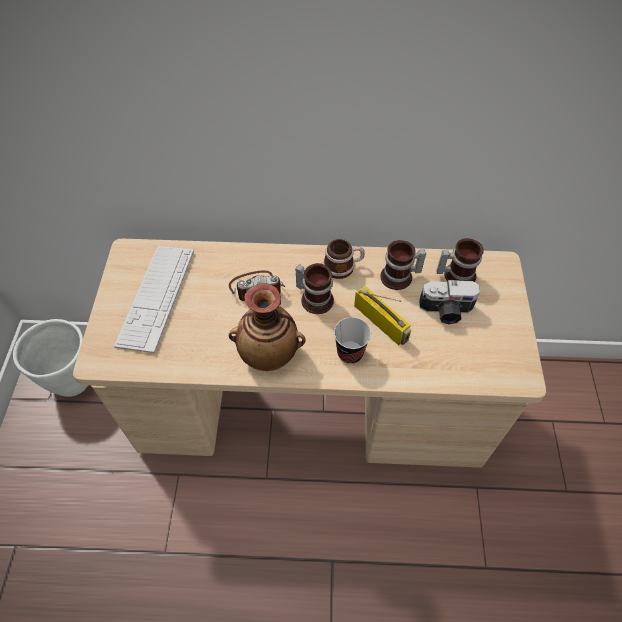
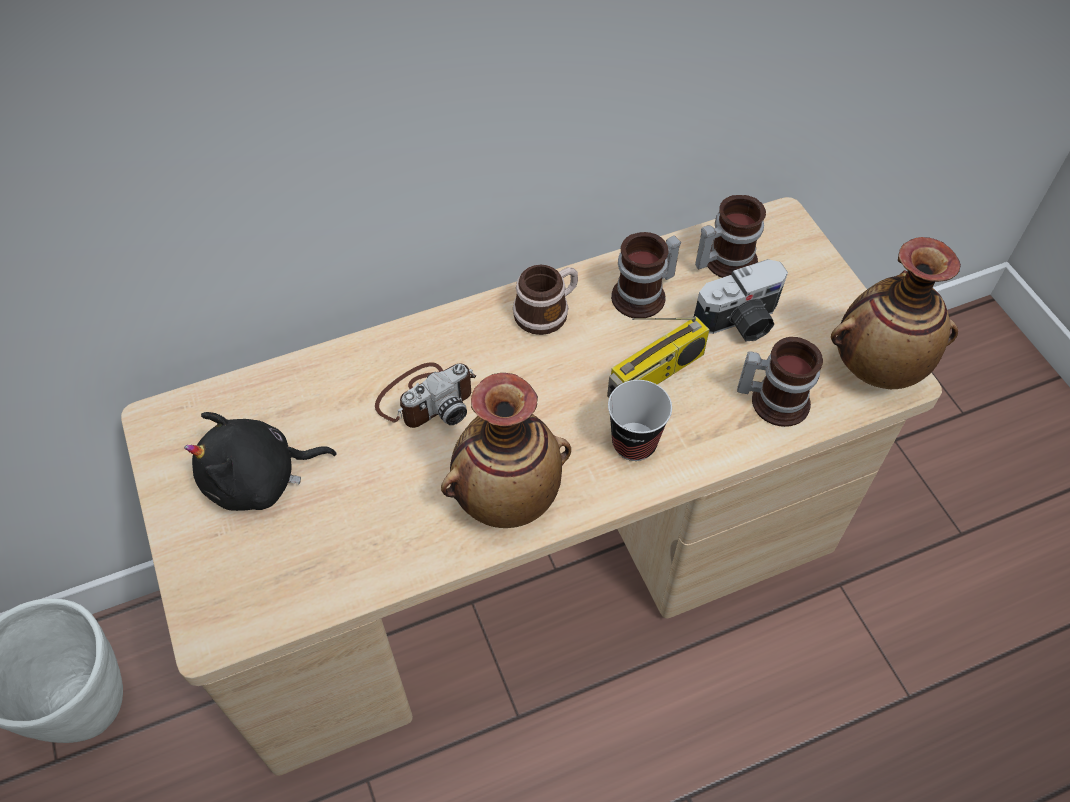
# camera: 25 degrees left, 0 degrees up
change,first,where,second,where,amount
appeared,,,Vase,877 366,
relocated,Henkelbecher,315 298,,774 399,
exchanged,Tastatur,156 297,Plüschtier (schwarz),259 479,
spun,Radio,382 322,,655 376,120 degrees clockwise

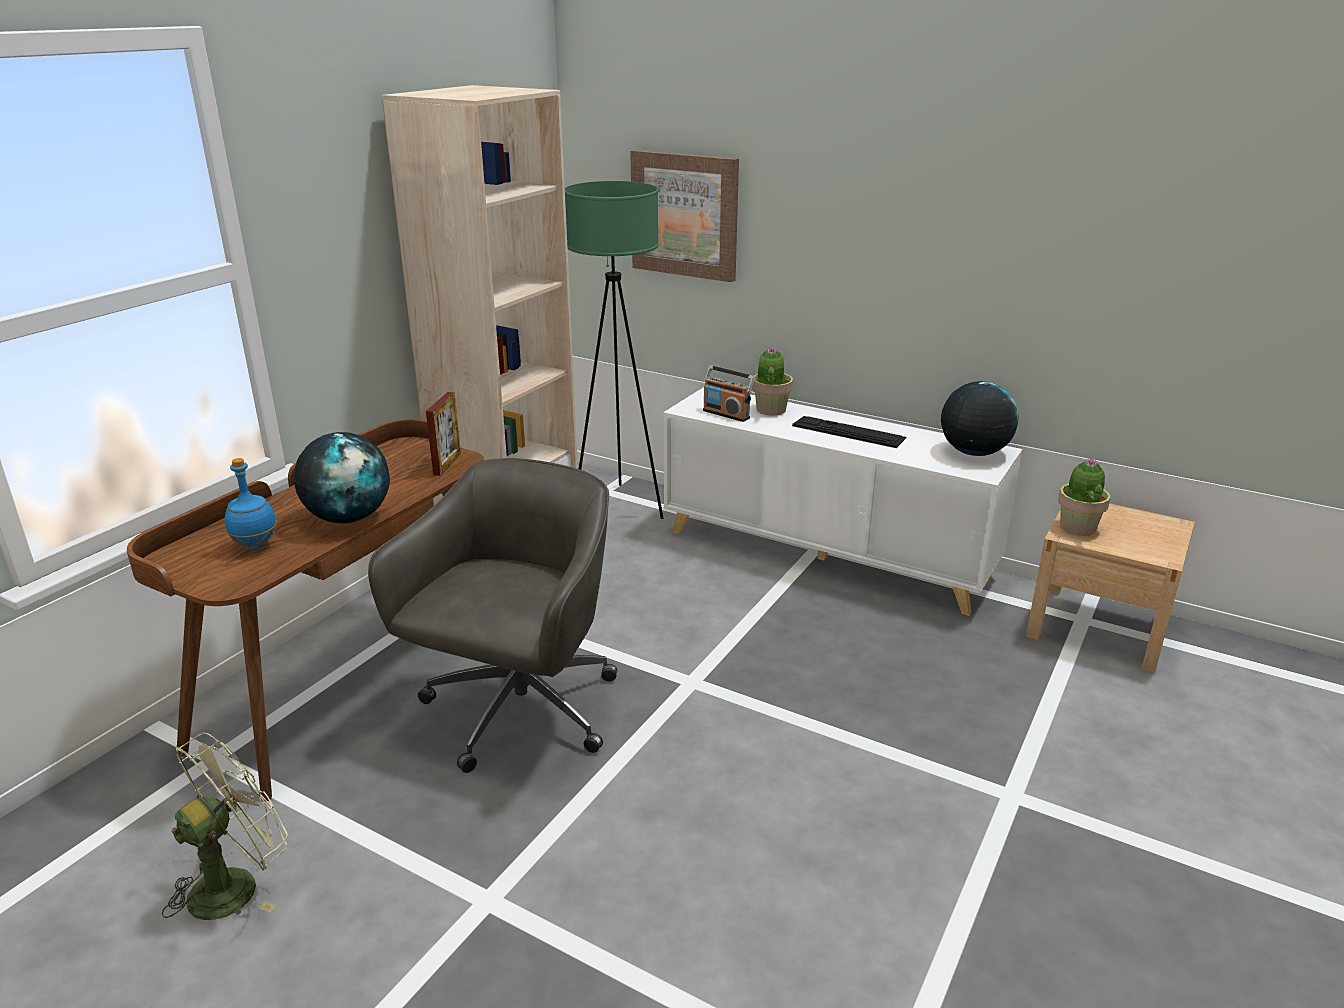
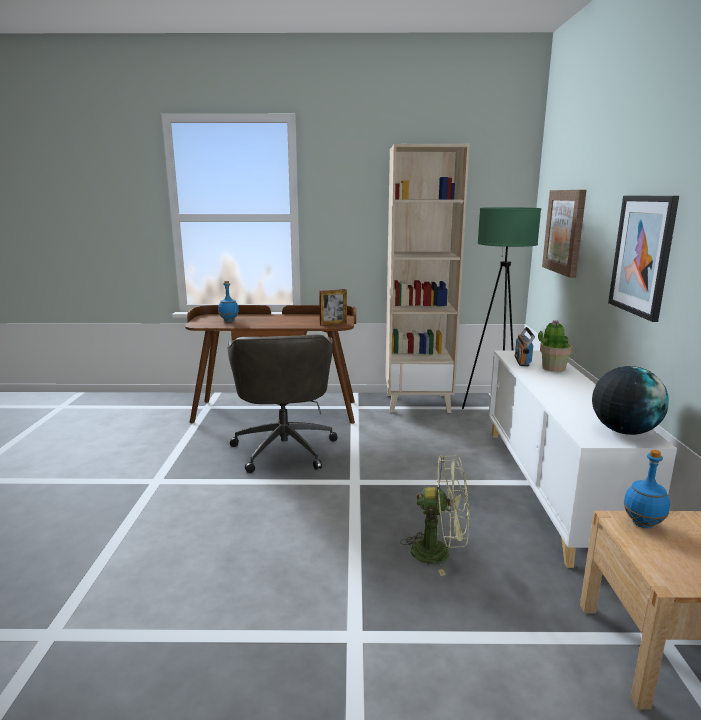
# camera: 60 degrees right, 10 degrees down
change,first,where,second,where,amount
missing,Globus,349 518,,,
missing,Tastatur,848 432,,,
appeared,,,Bild,642 255,
relocated,Ventilator (grün),235 884,,439 552,
exchanged,Topfpflanze,1077 528,Flasche (blau),643 523,
spun,Bürostuhl (grau),518 712,,284 447,90 degrees clockwise

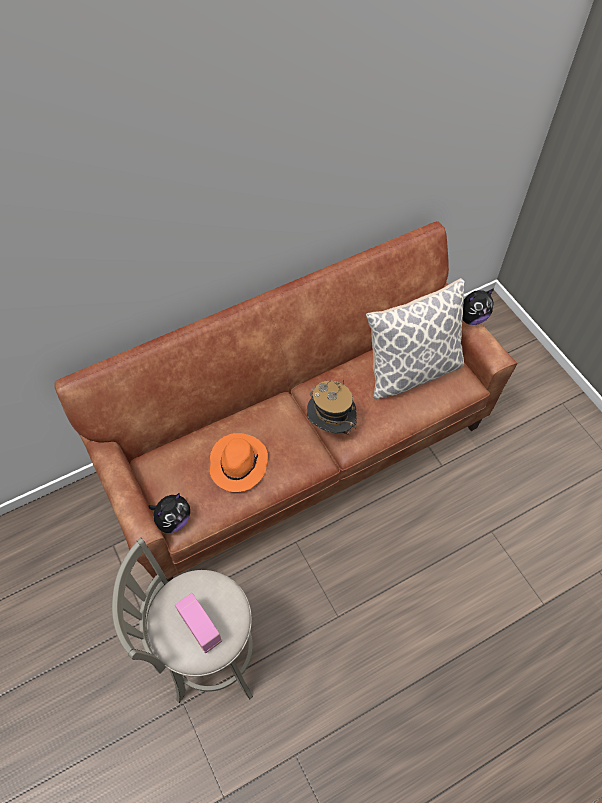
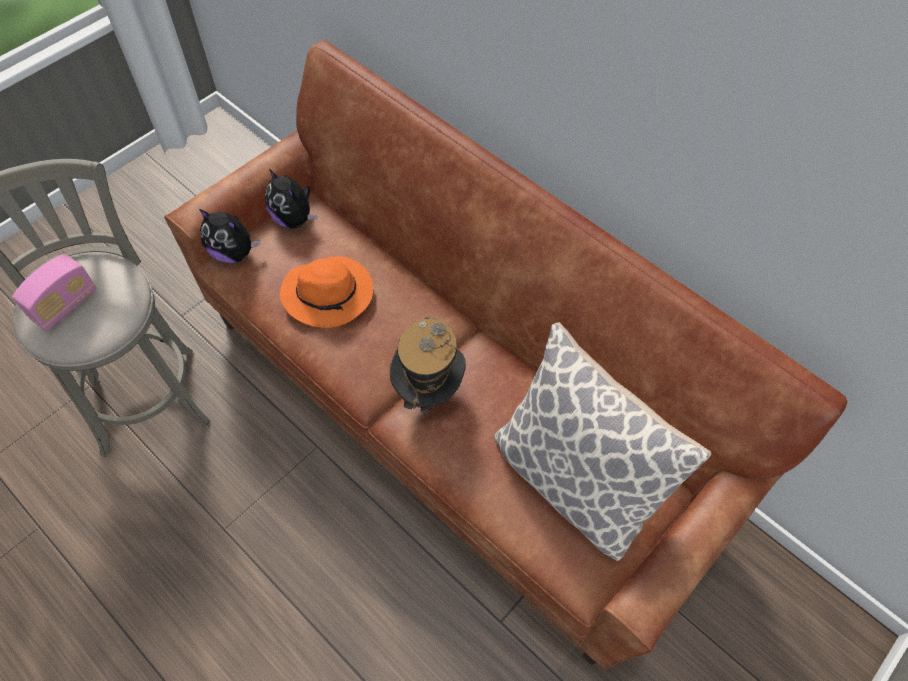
# camera: 70 degrees right, 0 degrees up
change,first,where,second,where,amount
relocated,Plüschtier,471 318,,294 219,

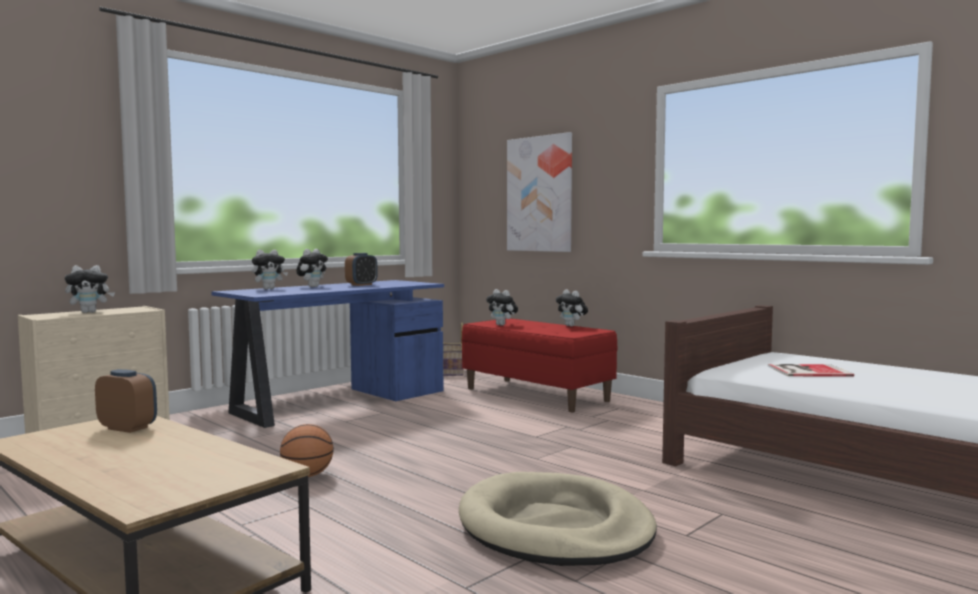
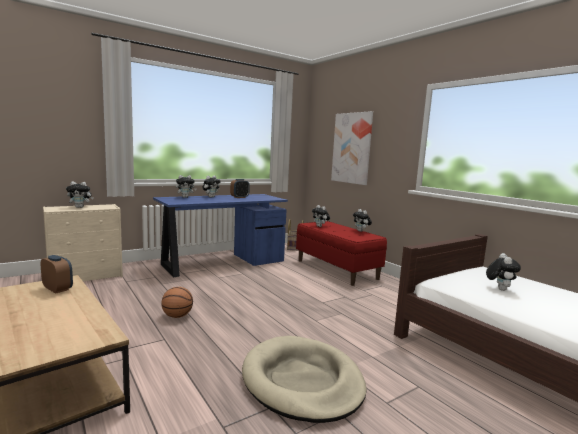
# camera: 10 degrees right, 5 degrees up
change,first,where,second,where,amount
exchanged,Buch,806 370,Plüschtier,499 289,

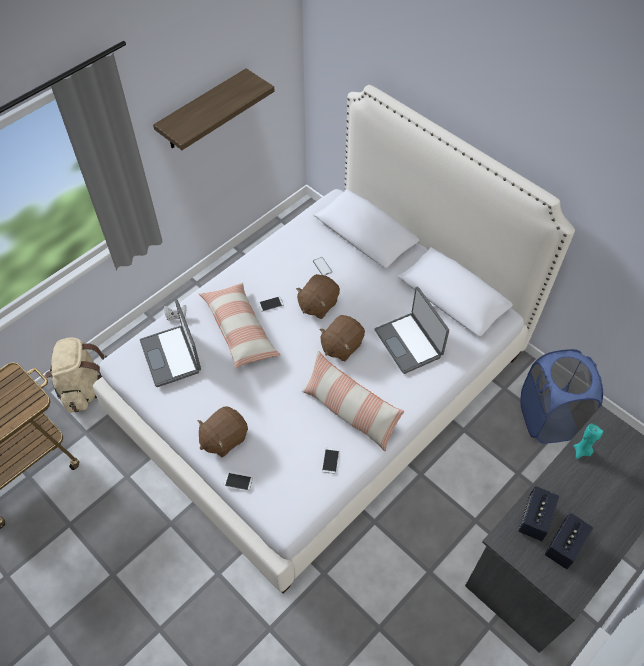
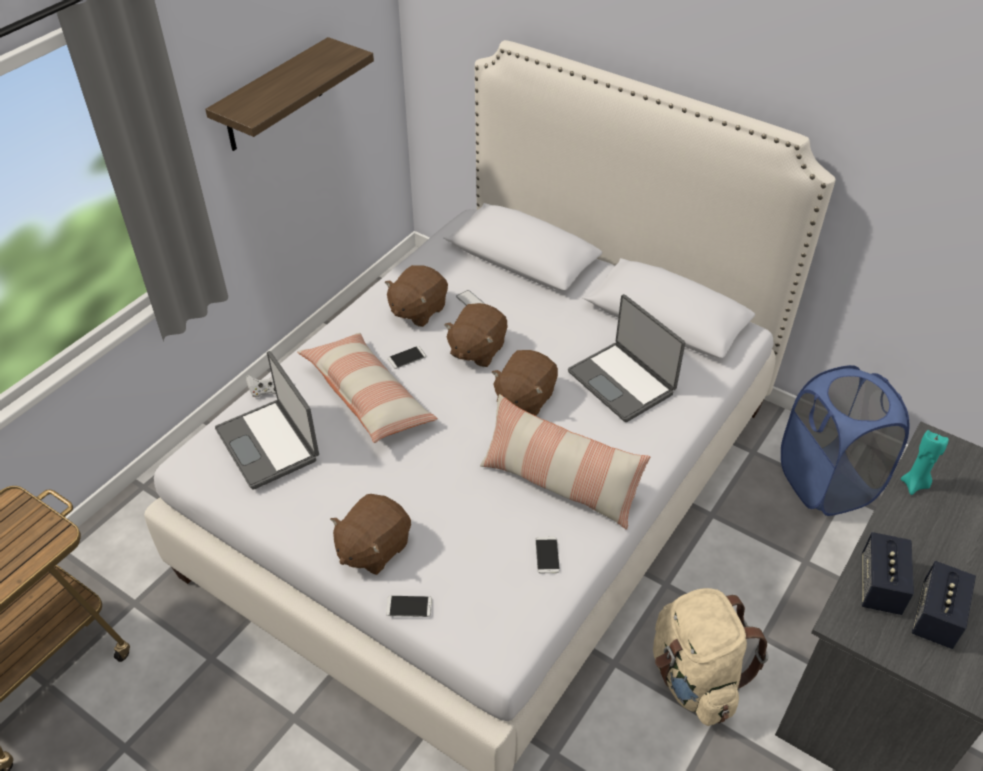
# camera: 10 degrees left, 10 degrees down
change,first,where,second,where,amount
appeared,,,Plüschtier (braun),417 310,
relocated,Rucksack (beige),83 388,,694 678,

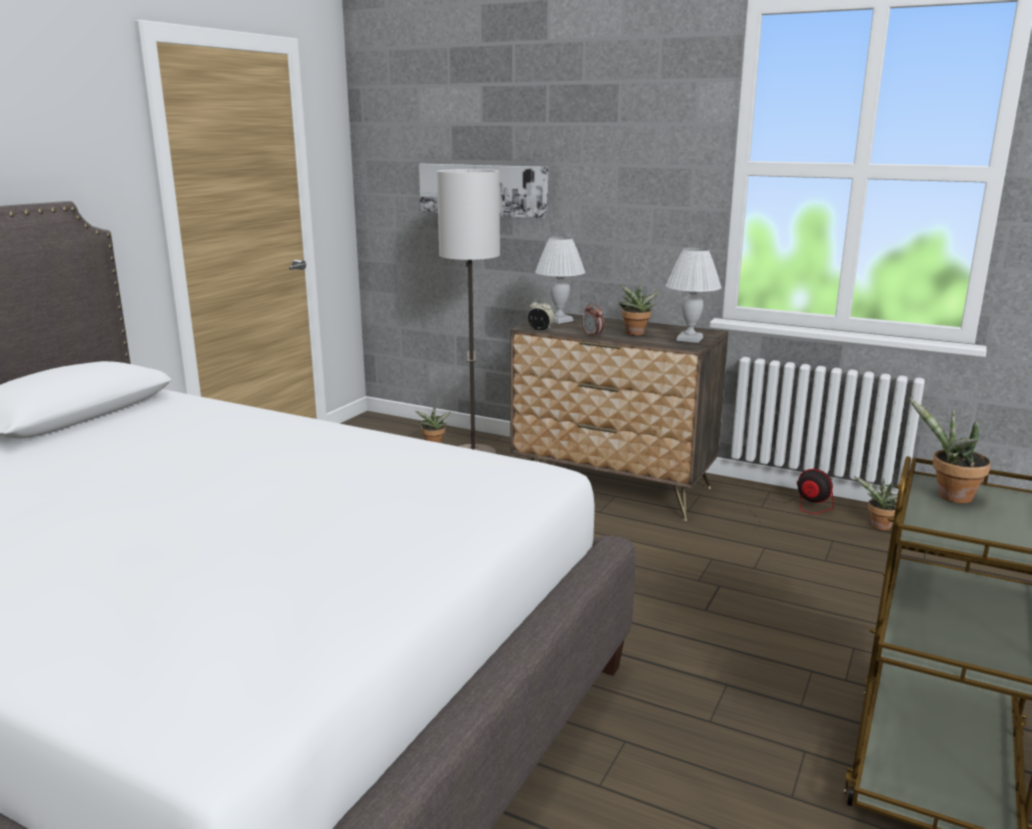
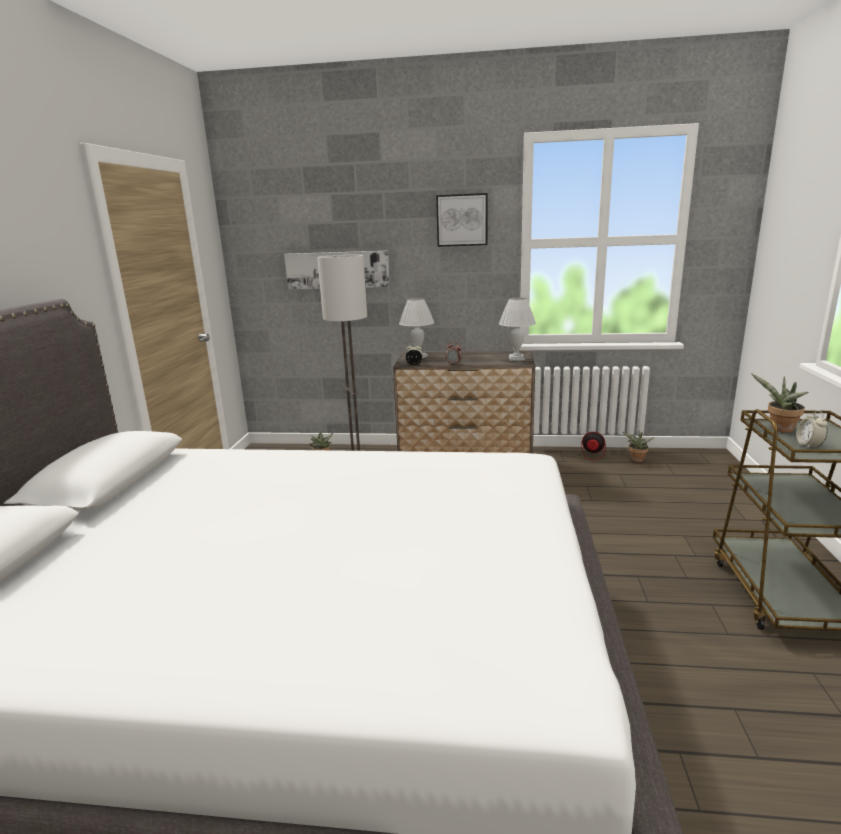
# camera: 20 degrees left, 0 degrees up
change,first,where,second,where,amount
missing,Topfpflanze,635 334,,,
appeared,,,Bild,462 220,
appeared,,,Wecker,808 445,

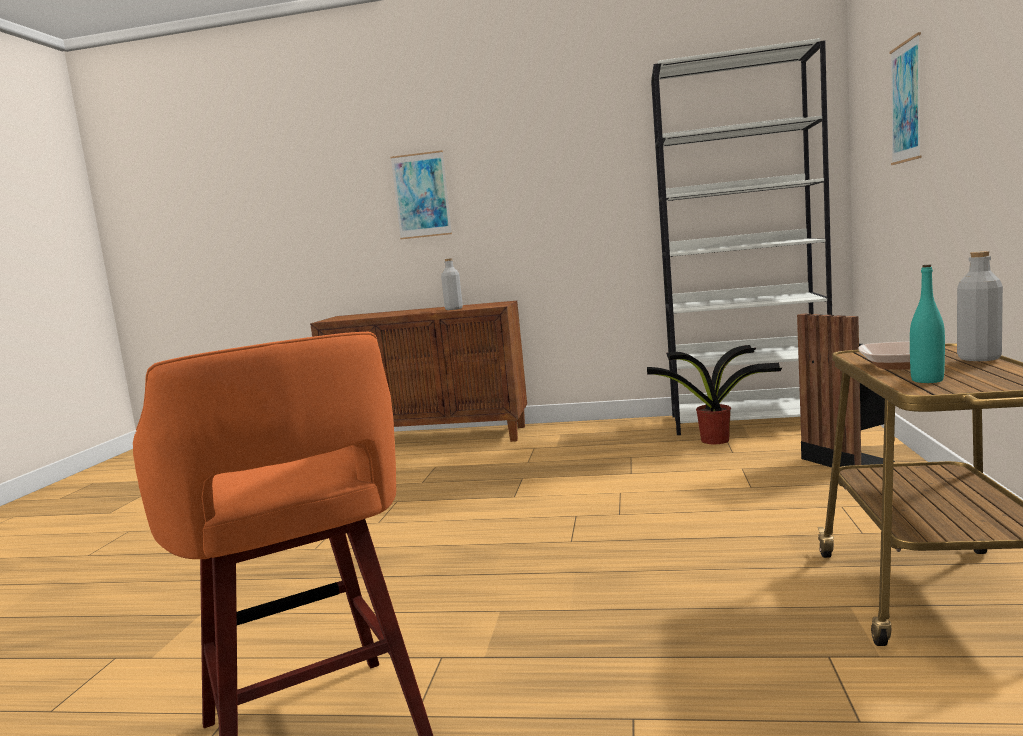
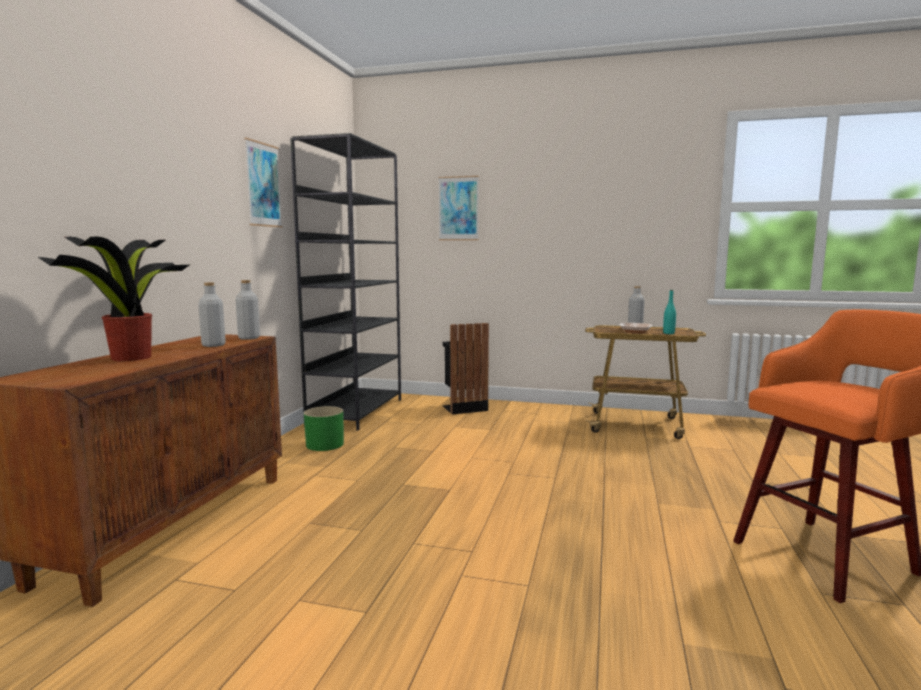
# camera: 85 degrees left, 0 degrees up
change,first,where,second,where,amount
appeared,,,Flasche (grau),249 338,
appeared,,,Pflanzkübel (grün),324 444,
relocated,Bild,421 195,,263 185,
relocated,Topfpflanze,717 440,,133 357,
colour,Bücherregal (weiß),749 421,Bücherregal (schwarz),356 411,

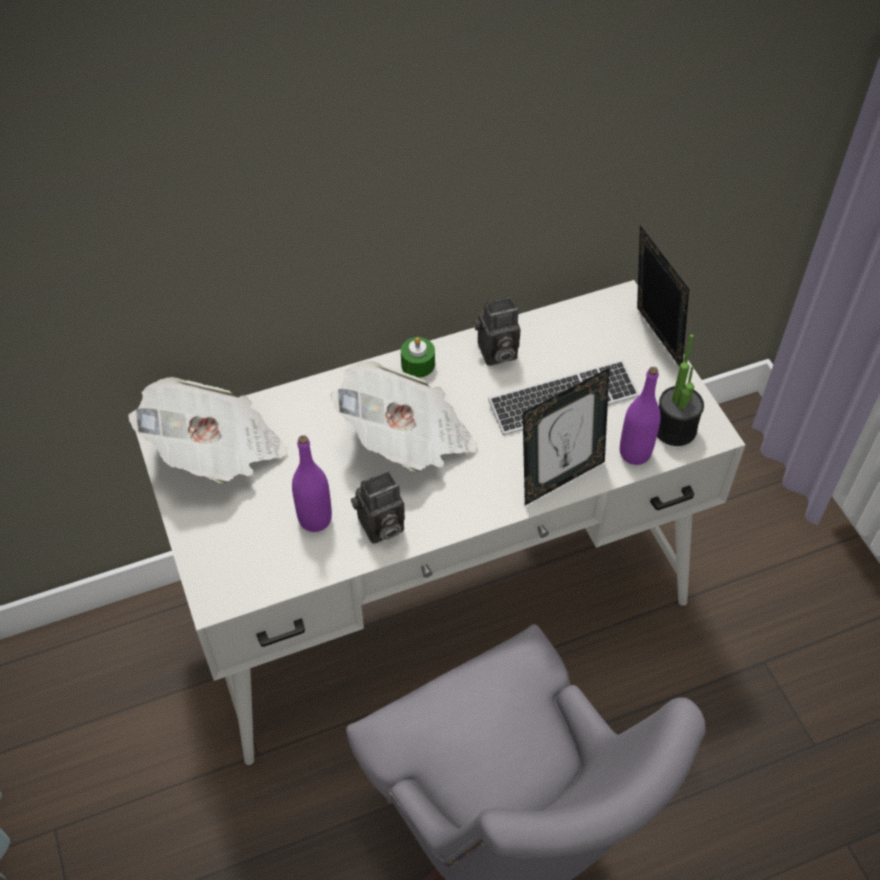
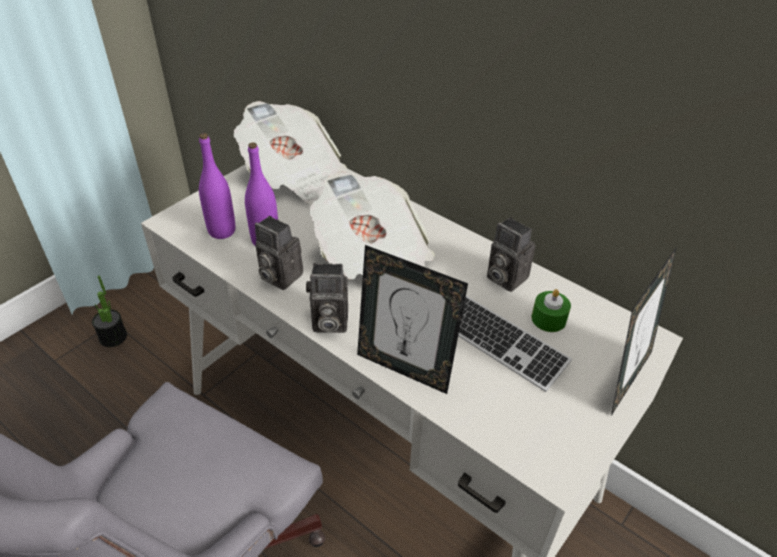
# camera: 60 degrees right, 10 degrees down
change,first,where,second,where,amount
appeared,,,Kamera,328 322,
relocated,Kerze (grün),418 364,,548 319,
relocated,Flasche (lila),635 453,,222 231,
relocated,Topfpflanze,674 429,,113 337,

